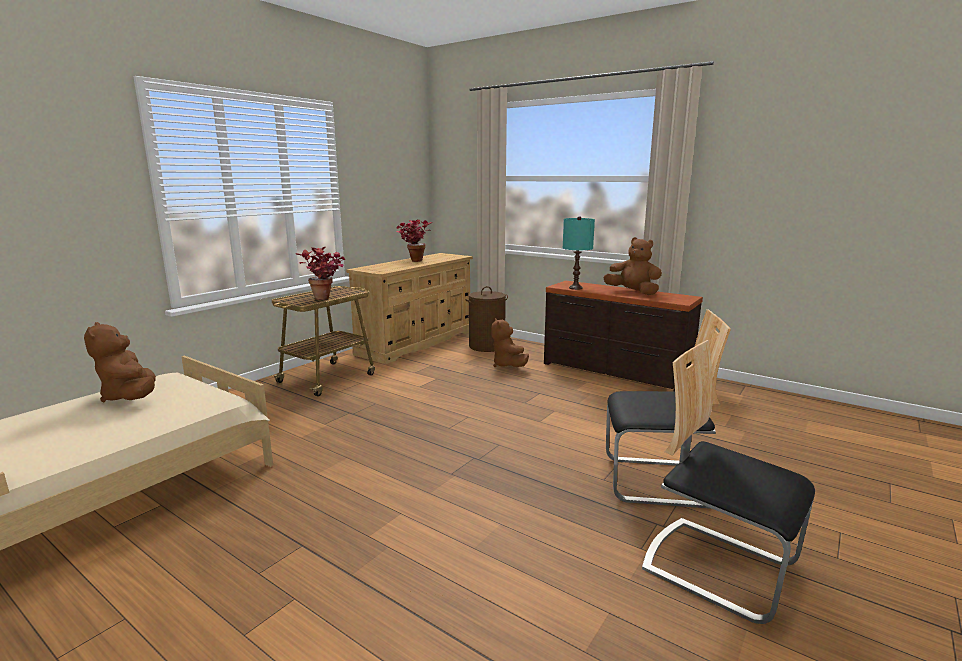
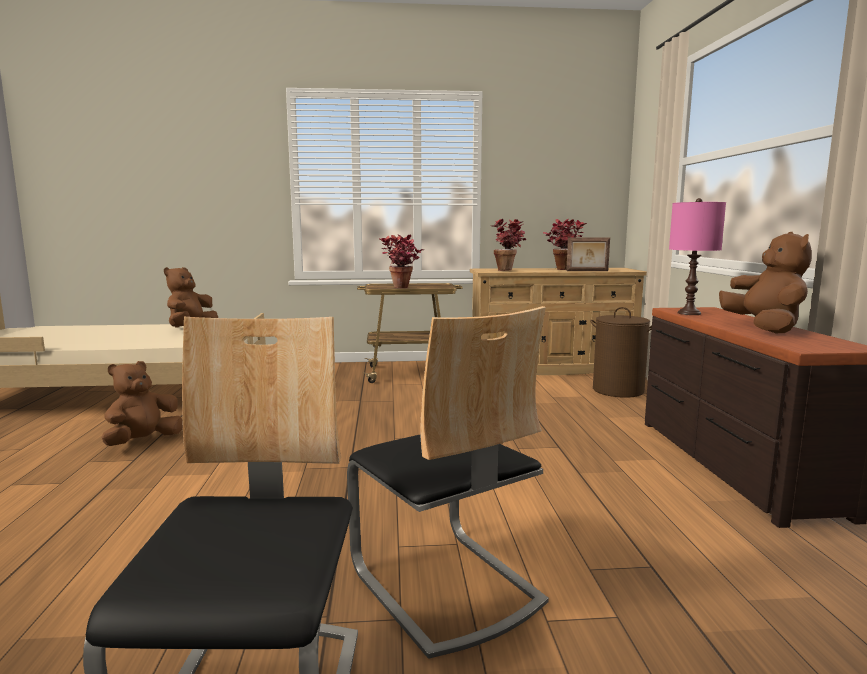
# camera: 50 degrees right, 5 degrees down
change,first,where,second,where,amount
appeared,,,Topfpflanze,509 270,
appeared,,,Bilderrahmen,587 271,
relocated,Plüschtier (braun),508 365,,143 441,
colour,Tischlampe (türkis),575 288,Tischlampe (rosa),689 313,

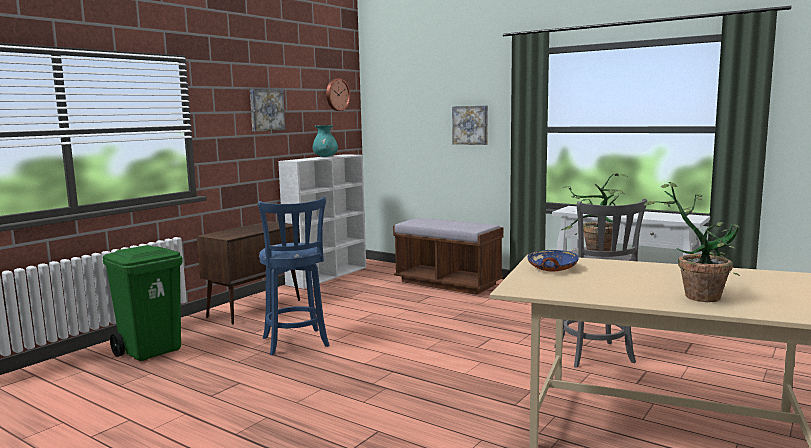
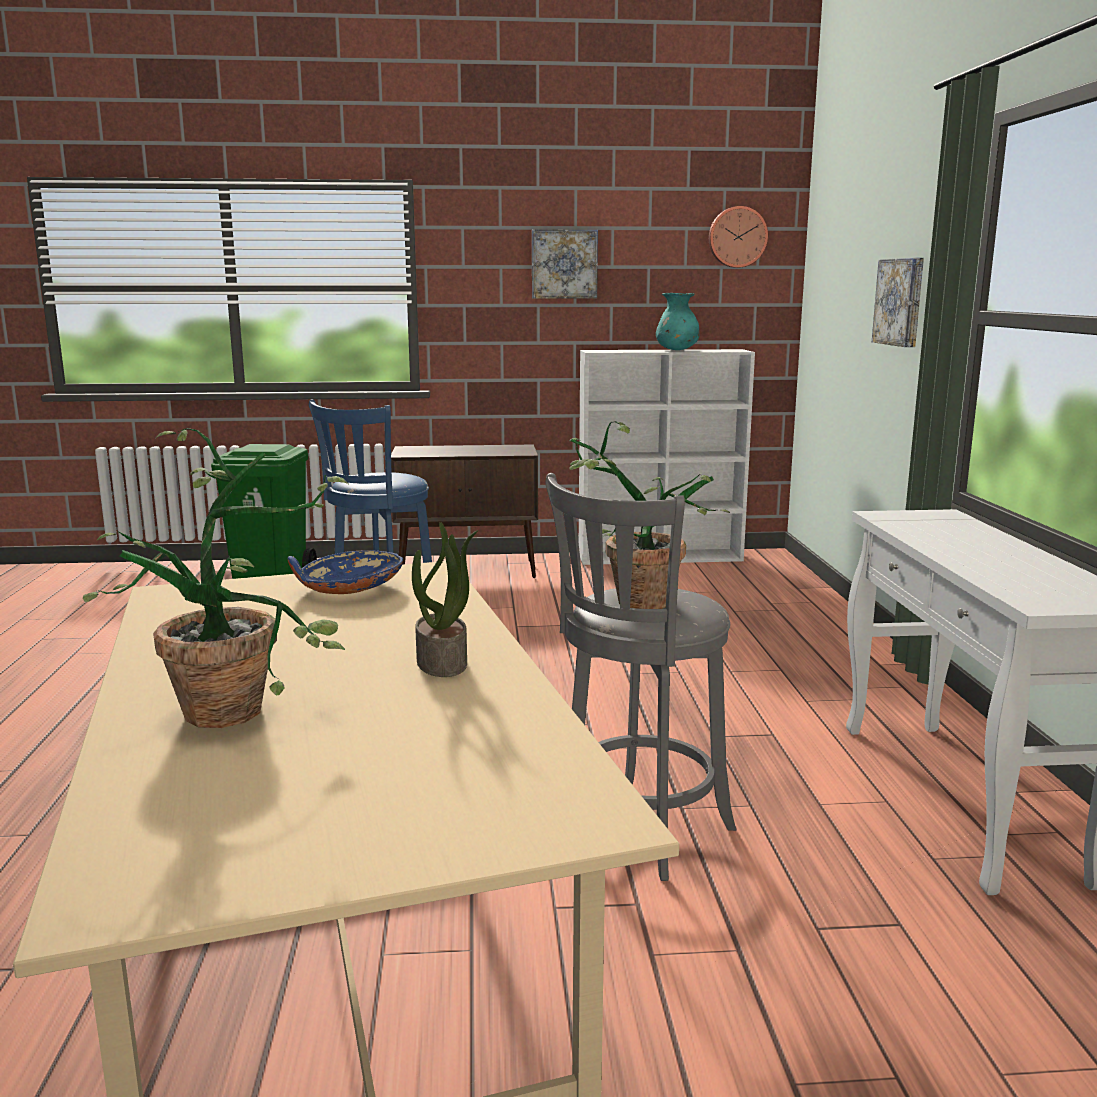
# camera: 50 degrees right, 5 degrees up
change,first,where,second,where,amount
missing,Bank (braun),448 283,,,
appeared,,,Topfpflanze,443 663,

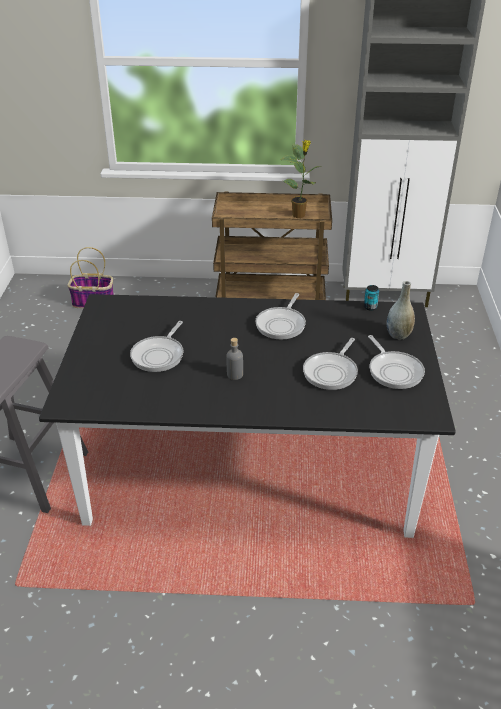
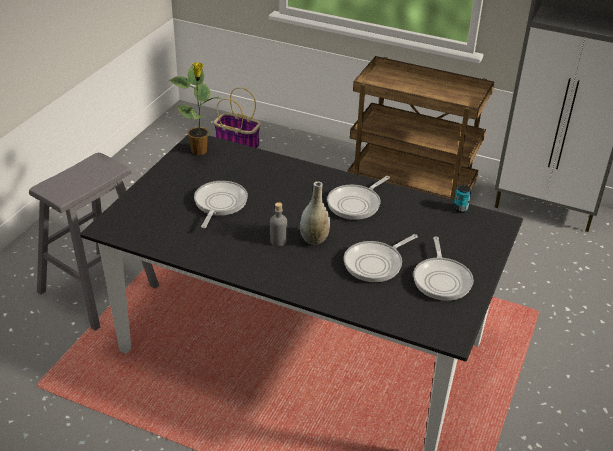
# camera: 20 degrees right, 0 degrees up
change,first,where,second,where,amount
relocated,Topfpflanze,299 215,,200 151,
relocated,Vase (grau),398 335,,314 239,
spun,Pfanne,159 355,,219 204,150 degrees clockwise

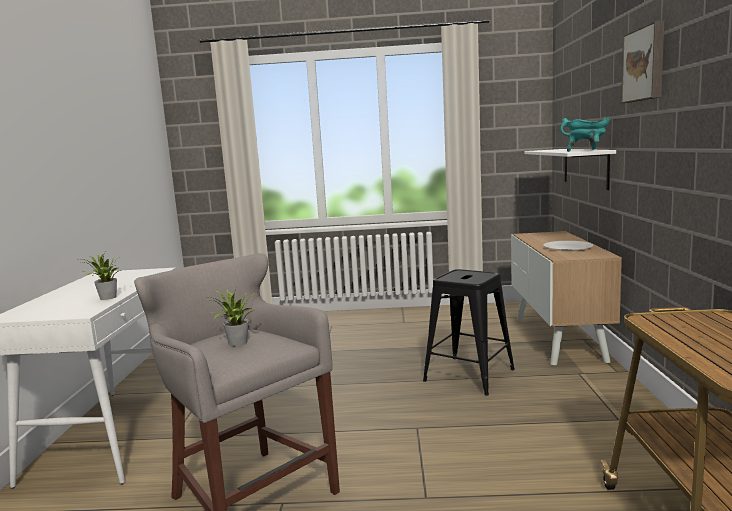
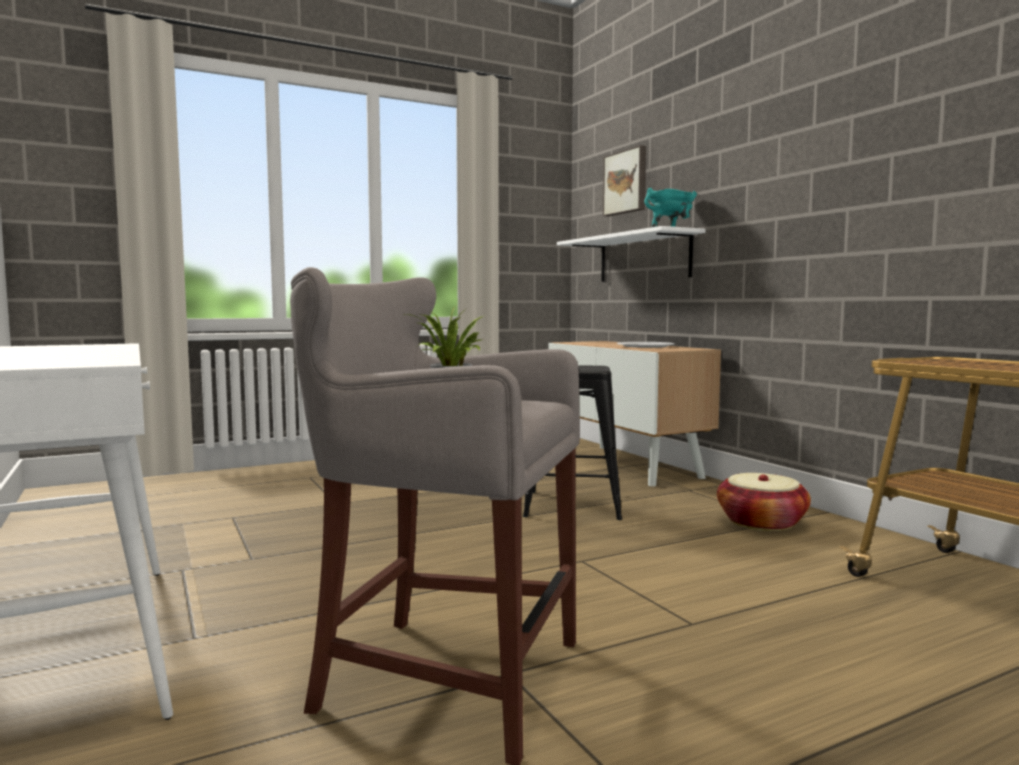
# camera: 30 degrees left, 5 degrees down
change,first,where,second,where,amount
missing,Topfpflanze,106 298,,,
appeared,,,Korb,761 523,
relocated,Bild,645 64,,626 182,

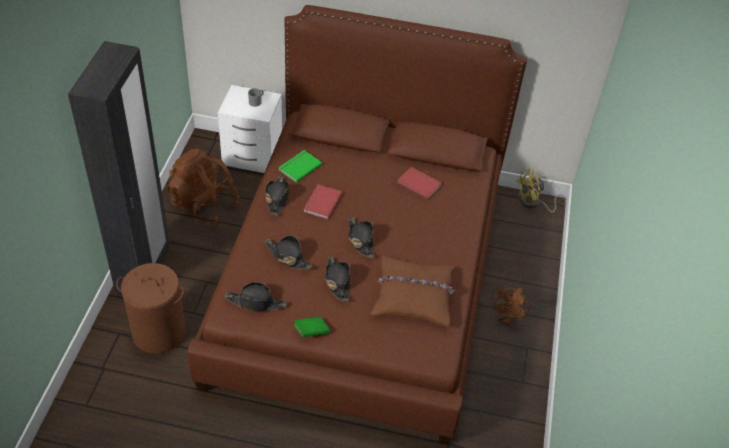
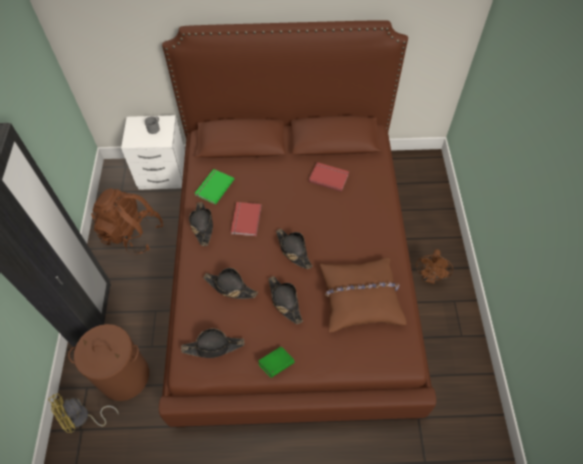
# camera: 10 degrees left, 10 degrees up
change,first,where,second,where,amount
relocated,Ventilator (gelb),533 204,,82 418,

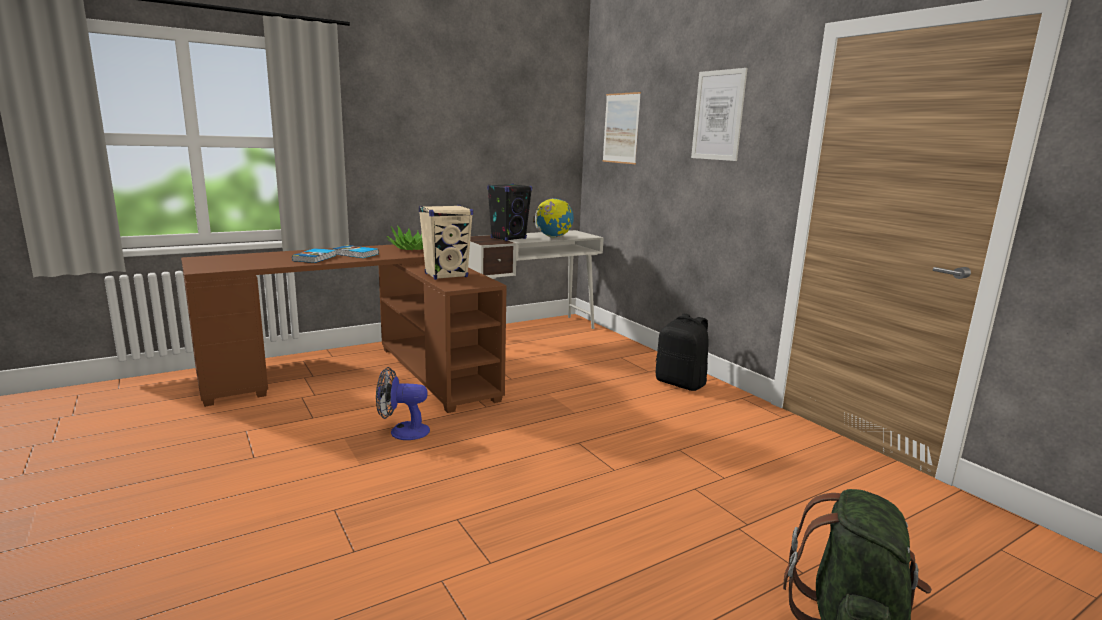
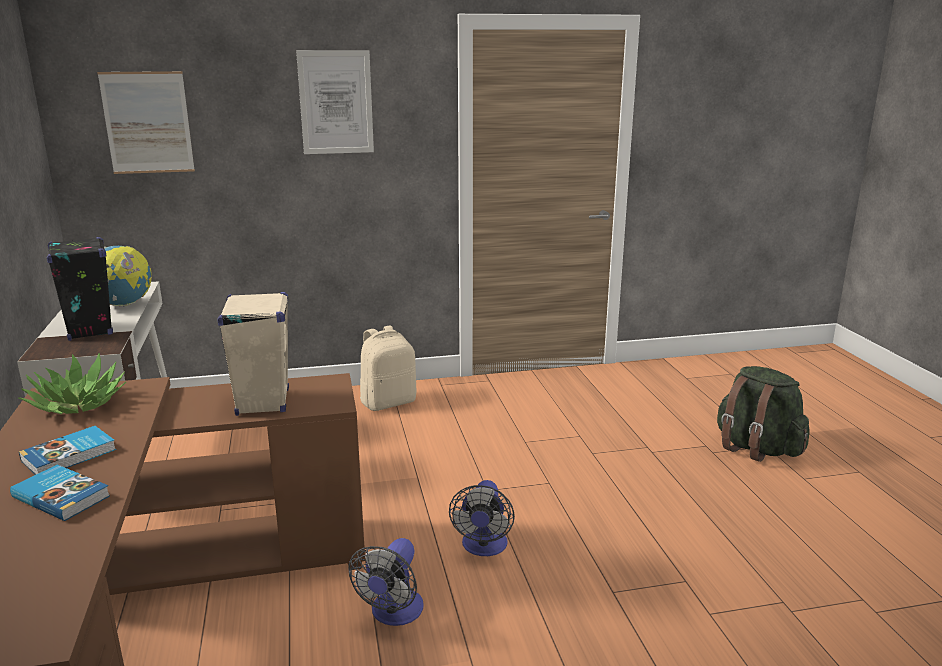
# camera: 70 degrees left, 5 degrees up
change,first,where,second,where,amount
appeared,,,Ventilator,483 547,
colour,Rucksack (schwarz),681 383,Rucksack (beige),388 402,

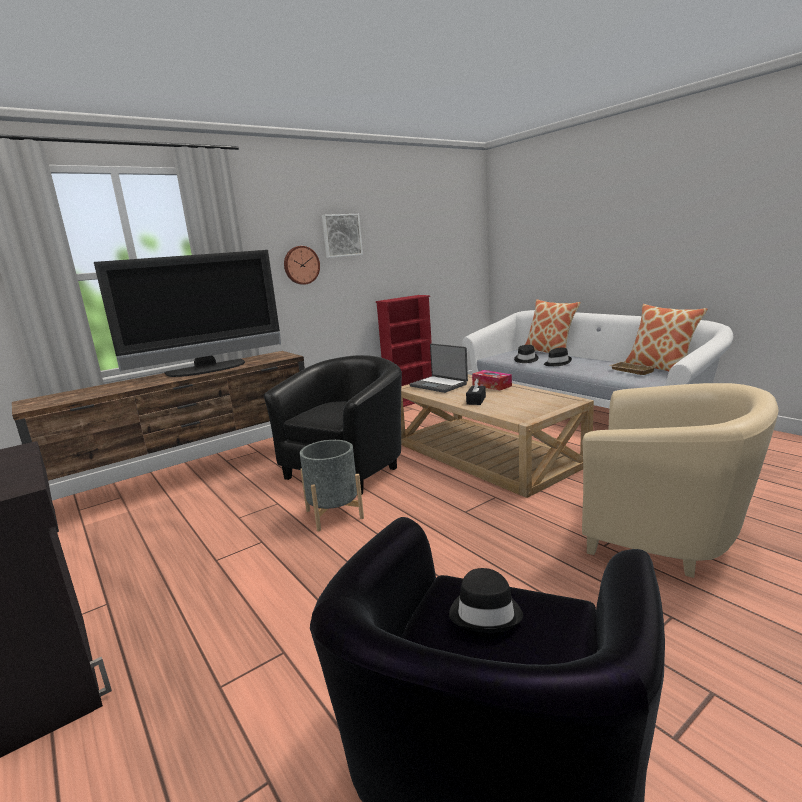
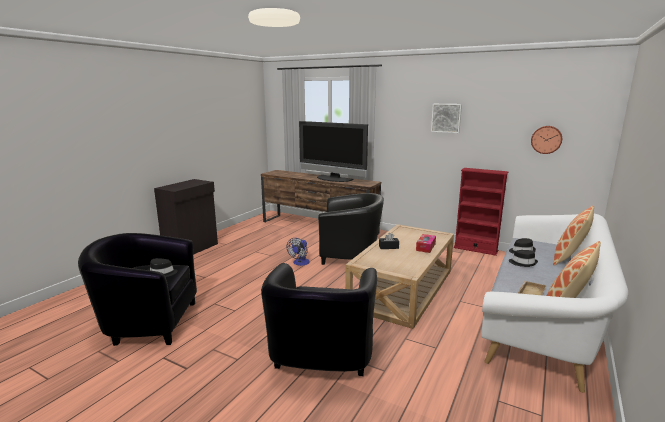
# camera: 65 degrees right, 0 degrees up
change,first,where,second,where,amount
missing,Laptop,439 385,,,
relocated,Wanduhr,301 265,,546 139,
exchanged,Pflanzkübel (grau),334 514,Ventilator,300 263,
colour,Sessel (beige),665 534,Sessel (schwarz),321 360,

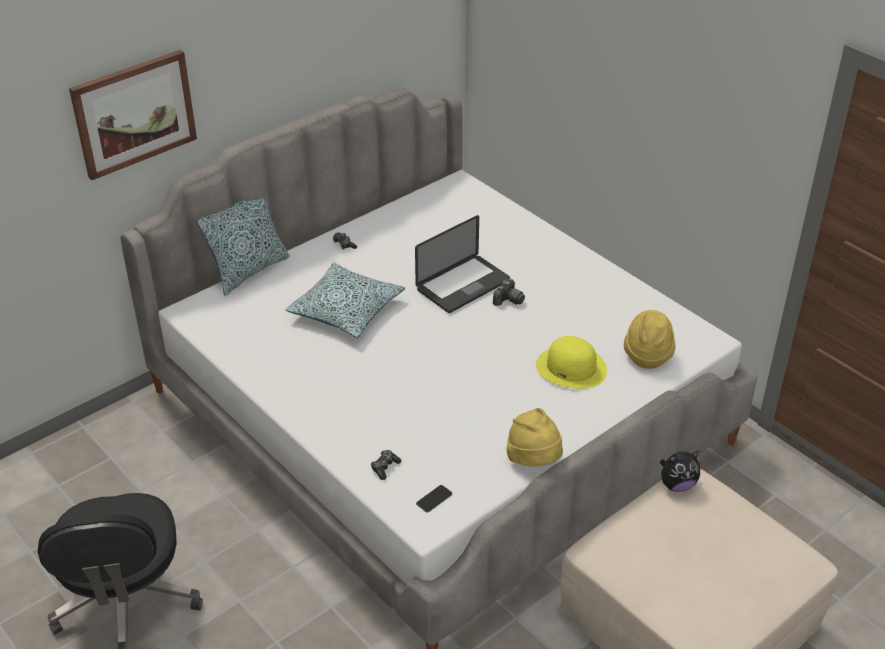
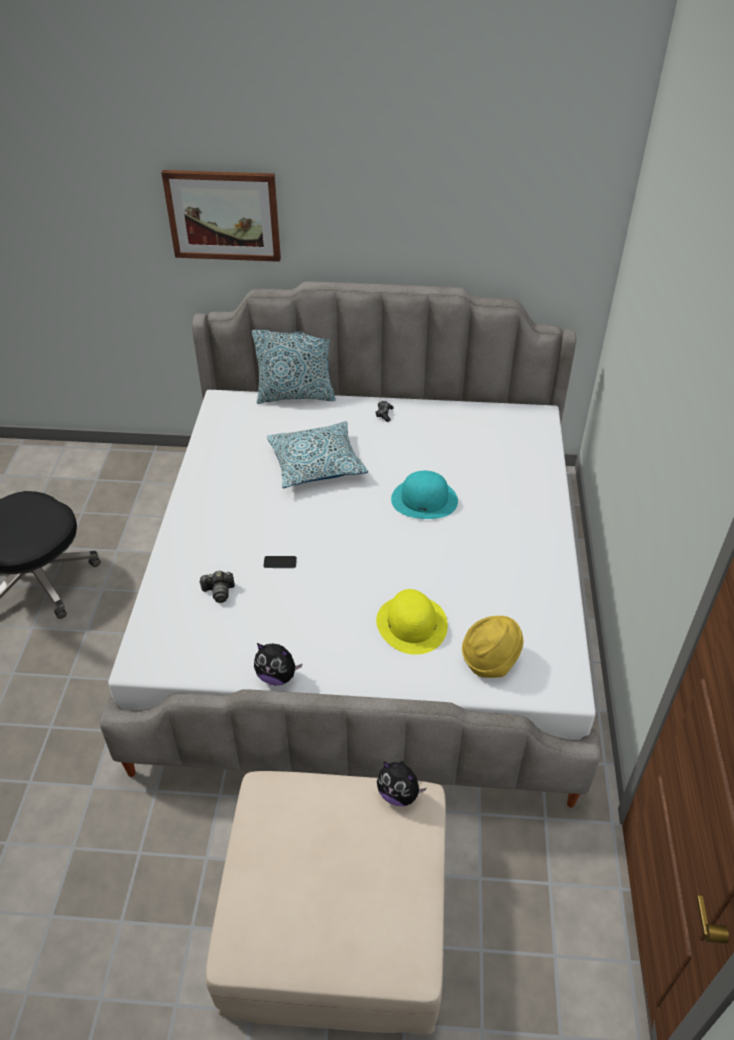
# camera: 45 degrees right, 5 degrees up
change,first,where,second,where,amount
missing,Gamepad,385 467,,,
relocated,Handy,434 499,,280 562,
relocated,Kamera,508 300,,219 591,
exchanged,Laptop,463 285,Hut (türkis),424 499,
exchanged,Hut (gelb),534 460,Plüschtier,277 676,

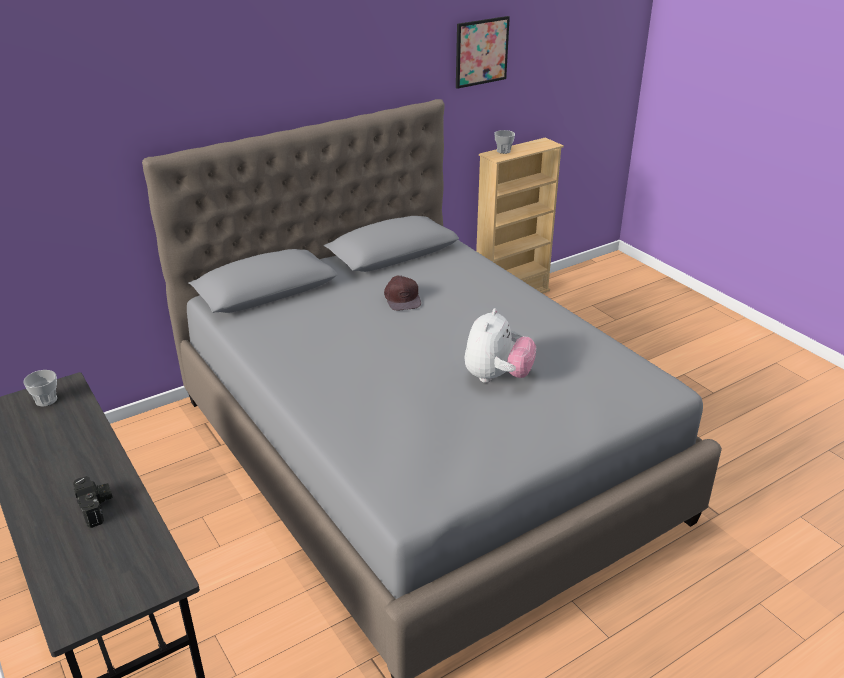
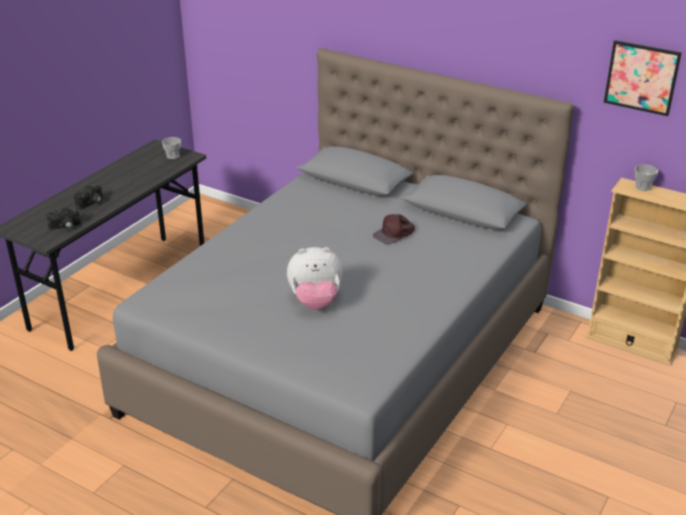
# camera: 65 degrees right, 0 degrees up
change,first,where,second,where,amount
appeared,,,Kamera,65 226,

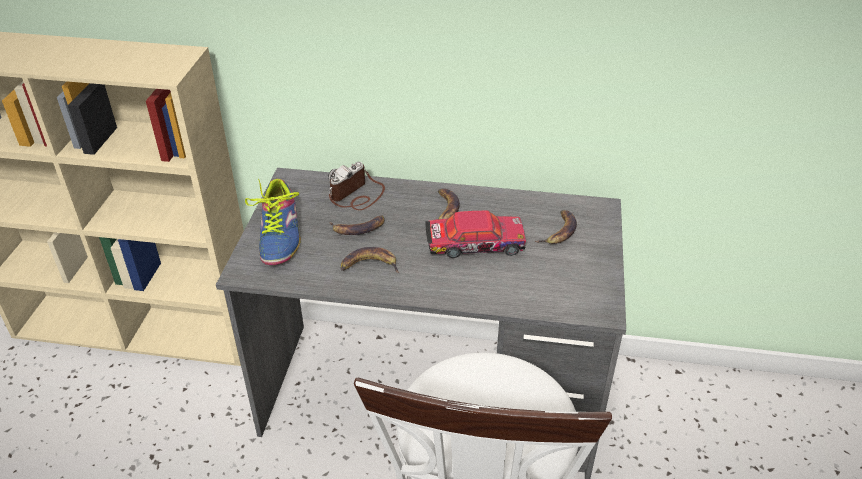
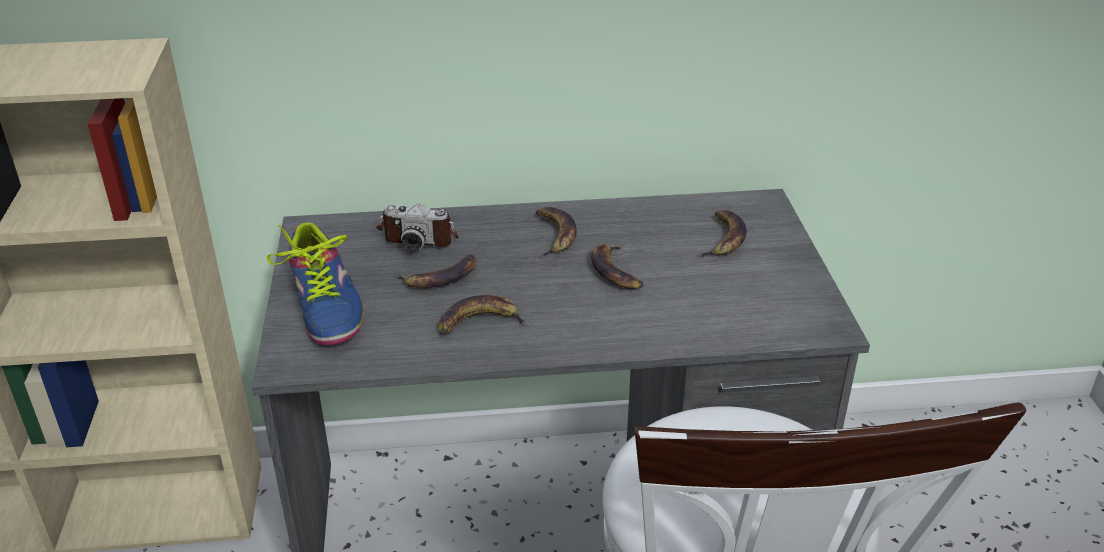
# camera: 15 degrees left, 5 degrees down
change,first,where,second,where,amount
exchanged,Spielzeugauto,474 243,Banane,616 271,
spun,Kamera,356 195,,419 235,105 degrees counterclockwise

